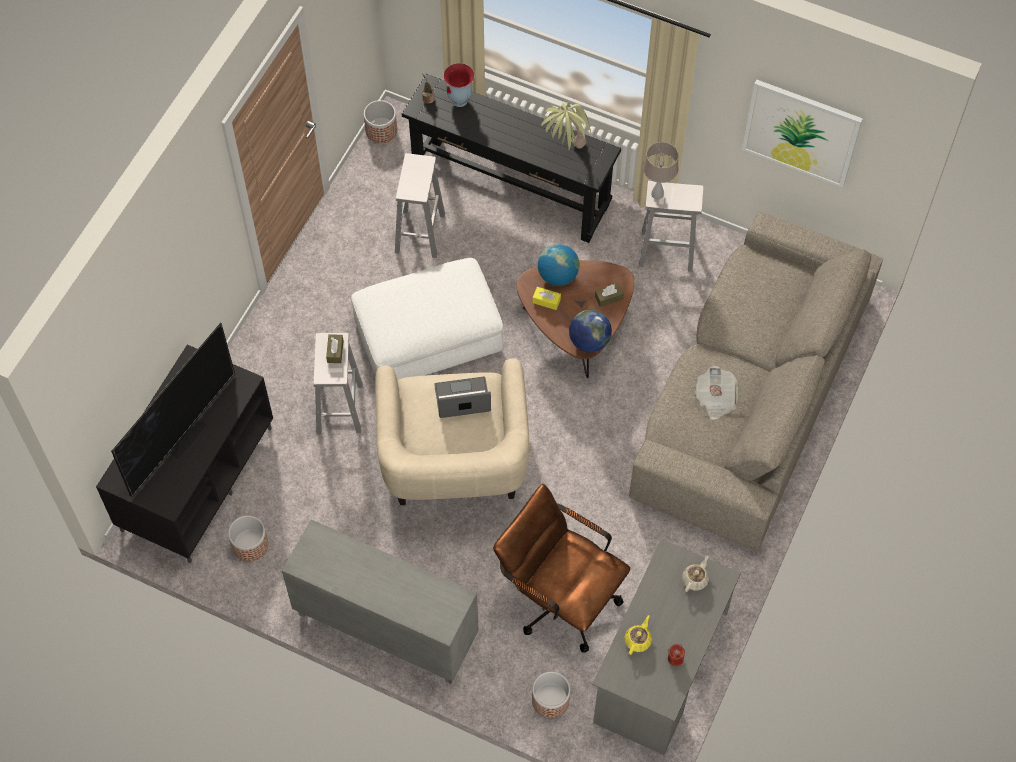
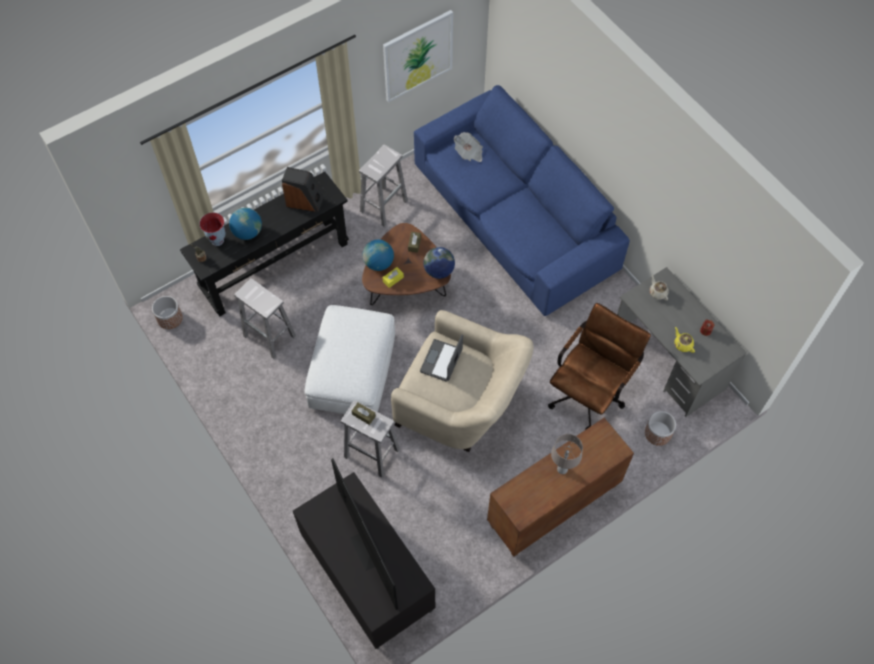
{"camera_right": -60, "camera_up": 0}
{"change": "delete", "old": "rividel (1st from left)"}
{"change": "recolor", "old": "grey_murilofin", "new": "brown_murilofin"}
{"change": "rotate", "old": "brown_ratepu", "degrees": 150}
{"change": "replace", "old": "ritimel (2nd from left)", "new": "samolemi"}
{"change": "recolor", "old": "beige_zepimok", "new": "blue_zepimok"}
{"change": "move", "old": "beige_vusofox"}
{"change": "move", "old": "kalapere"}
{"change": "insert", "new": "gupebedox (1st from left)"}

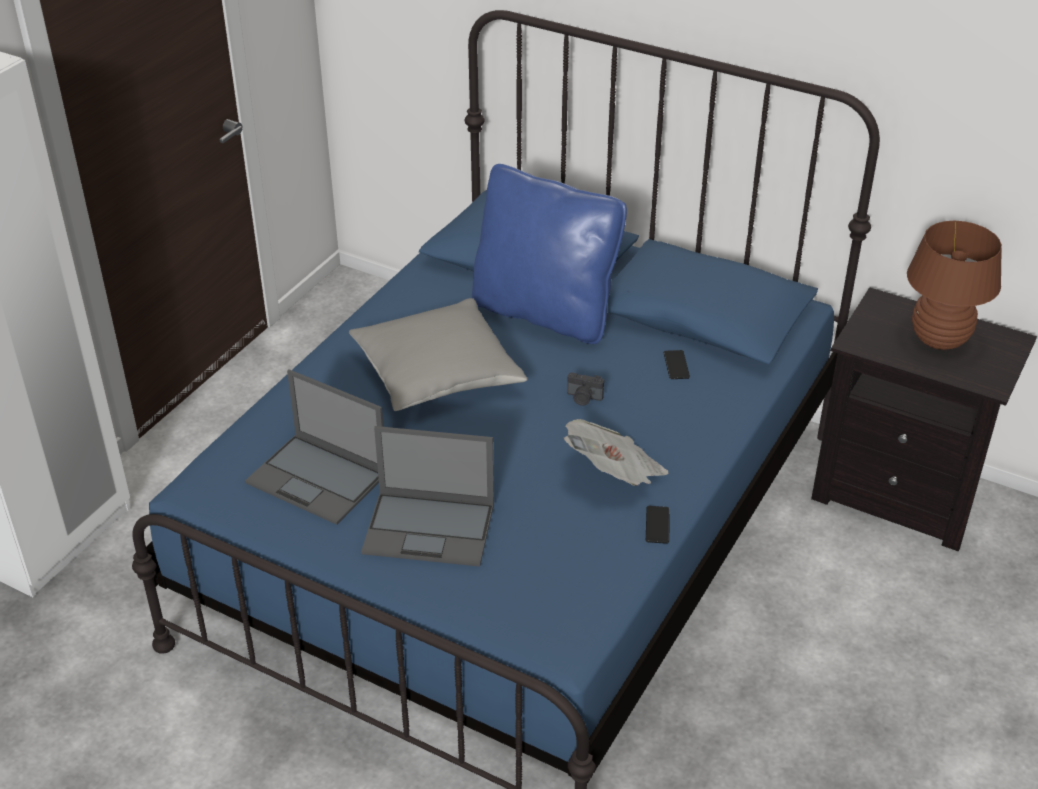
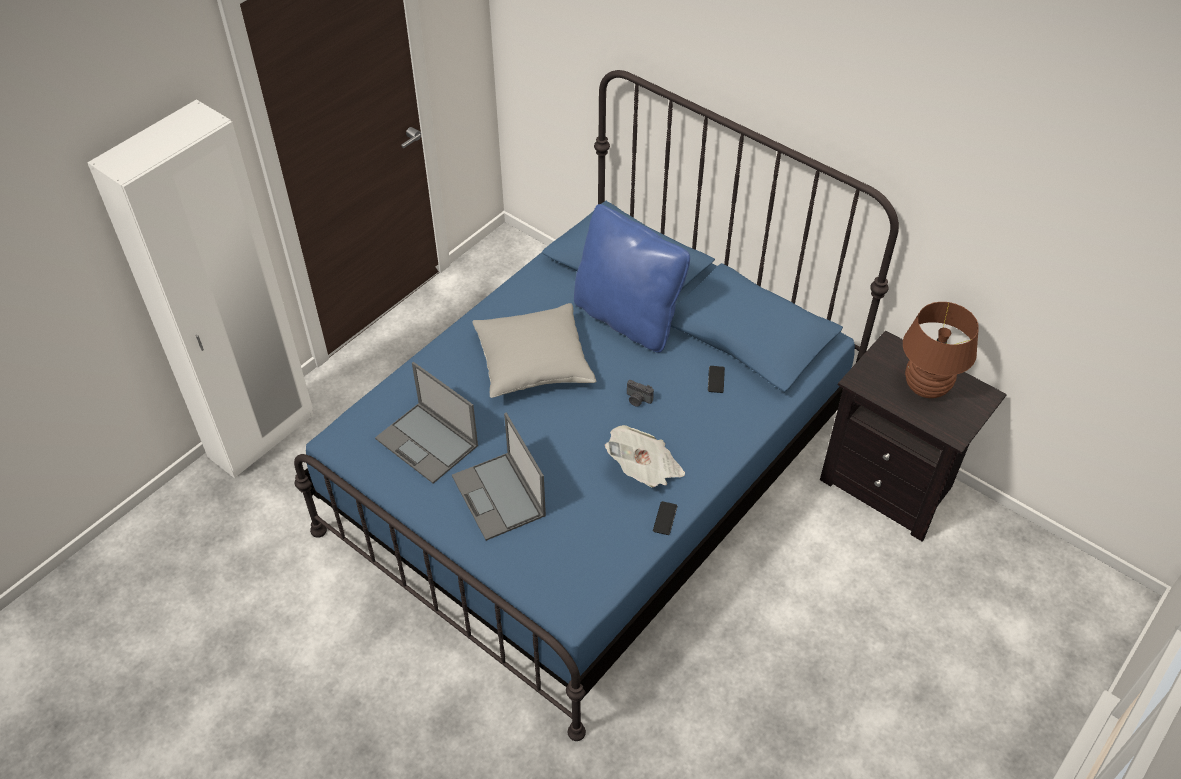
{"camera_right": 10, "camera_up": 10}
{"change": "rotate", "old": "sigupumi (2nd from left)", "degrees": 45}

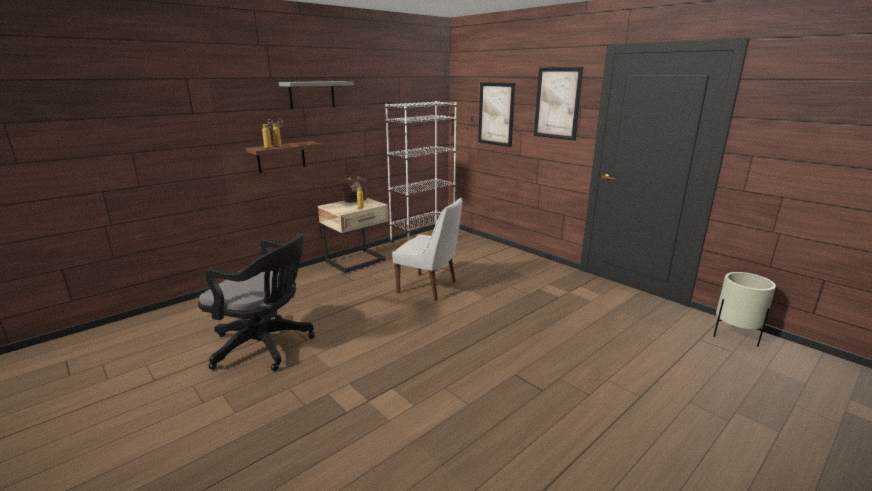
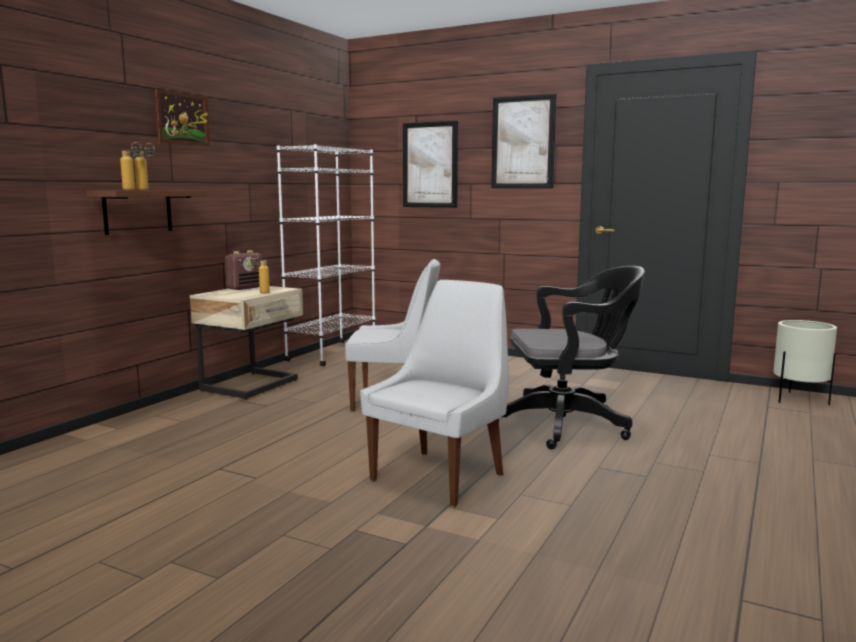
{"camera_right": -20, "camera_up": -10}
{"change": "move", "old": "black_ratepu"}
{"change": "replace", "old": "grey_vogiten", "new": "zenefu (1st from left)"}
{"change": "insert", "new": "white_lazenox (2nd from left)"}

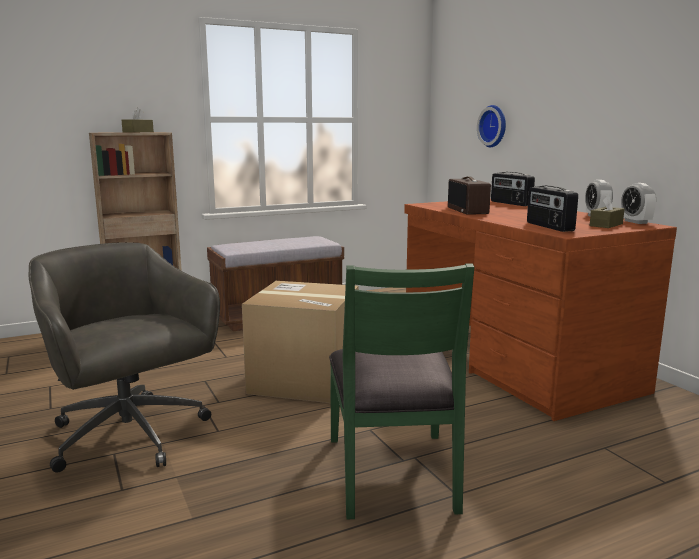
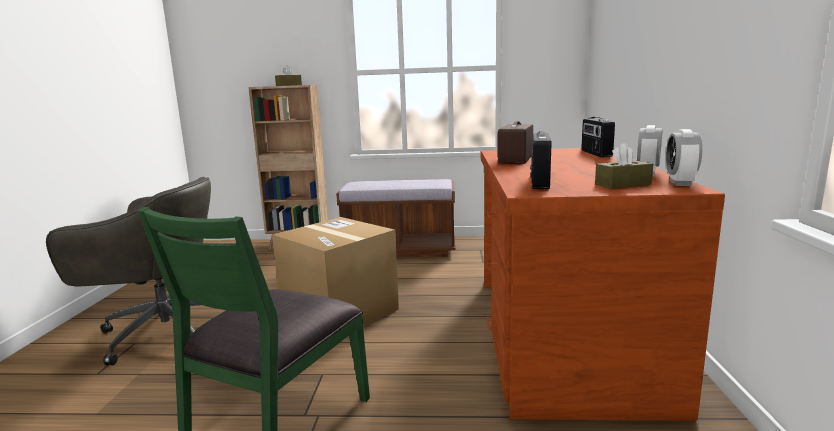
{"camera_right": 30, "camera_up": 0}
{"change": "rotate", "old": "grey_ratepu", "degrees": 105}
{"change": "delete", "old": "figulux"}

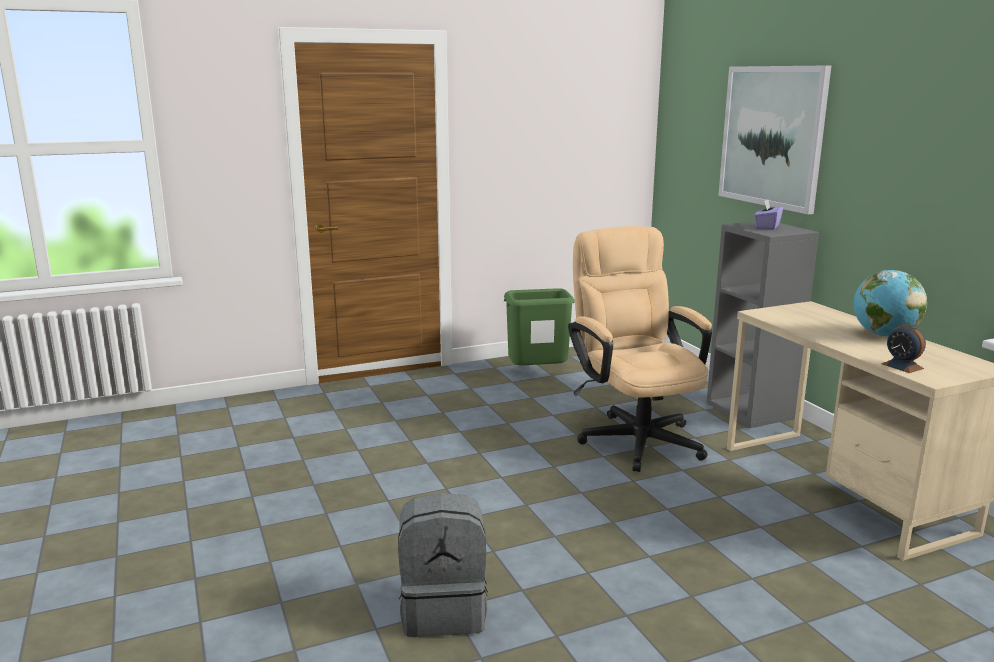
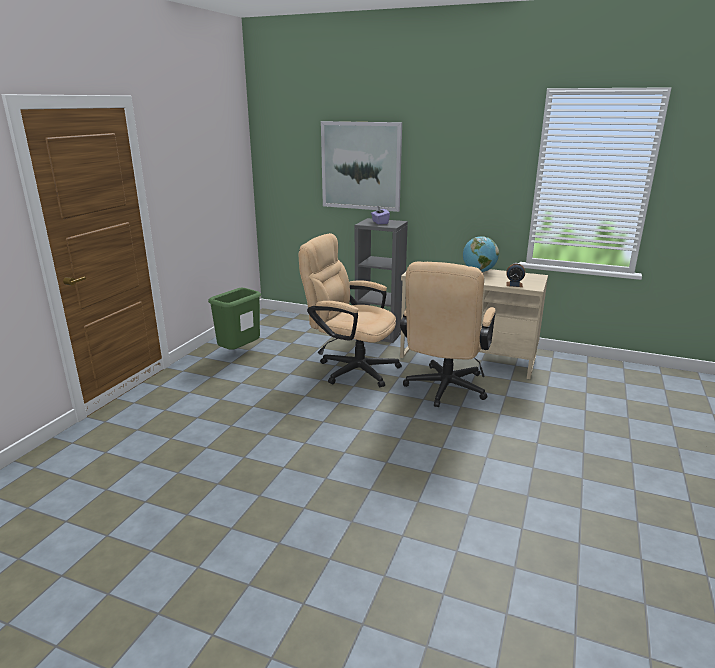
{"camera_right": -45, "camera_up": 5}
{"change": "delete", "old": "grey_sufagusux"}
{"change": "insert", "new": "beige_ratepu (2nd from left)"}

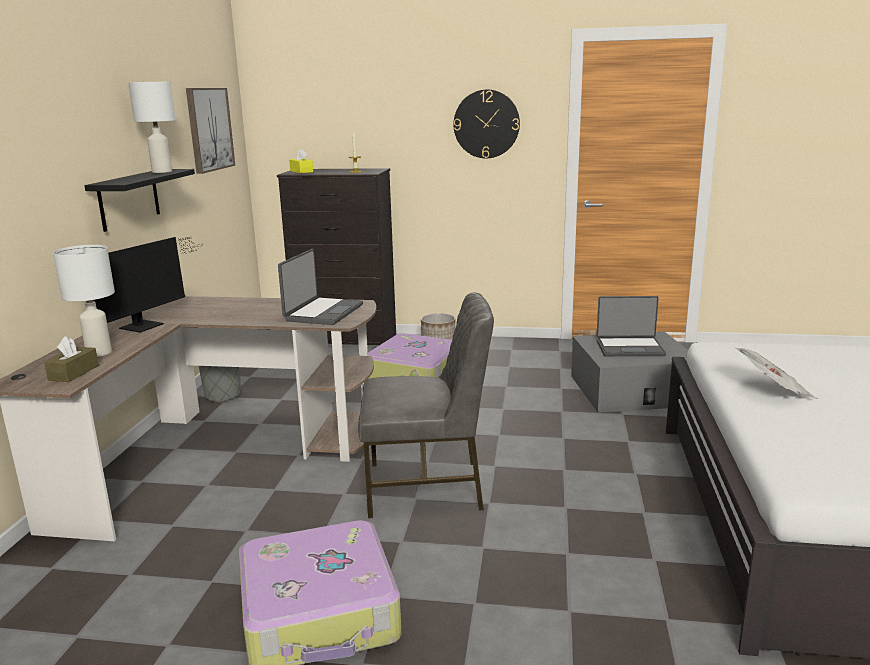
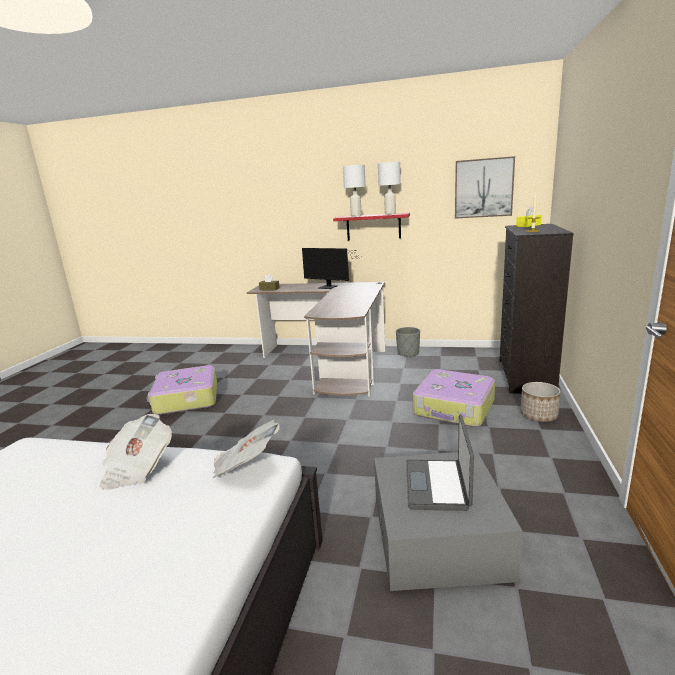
{"camera_right": 95, "camera_up": 0}
{"change": "move", "old": "white_vusofox (1st from left)"}
{"change": "recolor", "old": "black_vogiten", "new": "red_vogiten"}
{"change": "delete", "old": "sigupumi (1st from left)"}
{"change": "delete", "old": "grey_lazenox"}
{"change": "delete", "old": "figulux"}
{"change": "insert", "new": "kalapere (2nd from left)"}

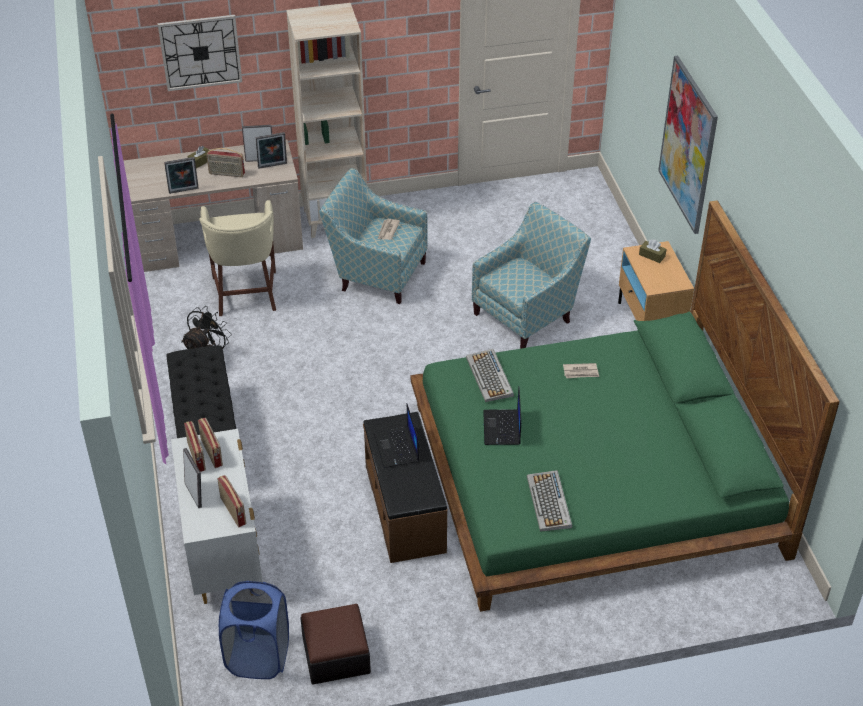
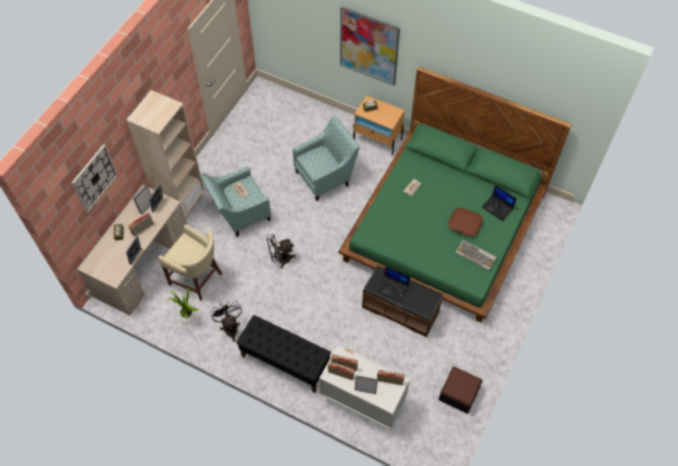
{"camera_right": -50, "camera_up": 15}
{"change": "delete", "old": "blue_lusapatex"}
{"change": "delete", "old": "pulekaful (1st from left)"}
{"change": "rotate", "old": "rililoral (2nd from left)", "degrees": 60}
{"change": "move", "old": "sigupumi (2nd from left)"}
{"change": "insert", "new": "ritimel"}
{"change": "insert", "new": "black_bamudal (2nd from left)"}
{"change": "insert", "new": "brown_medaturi"}

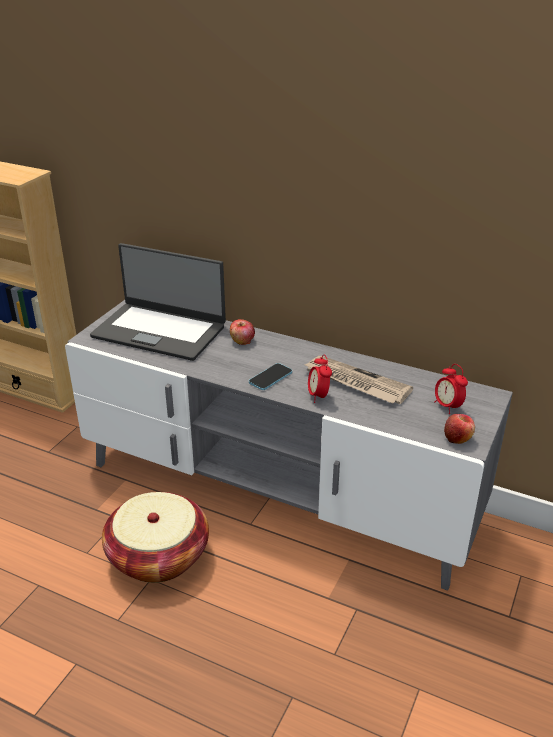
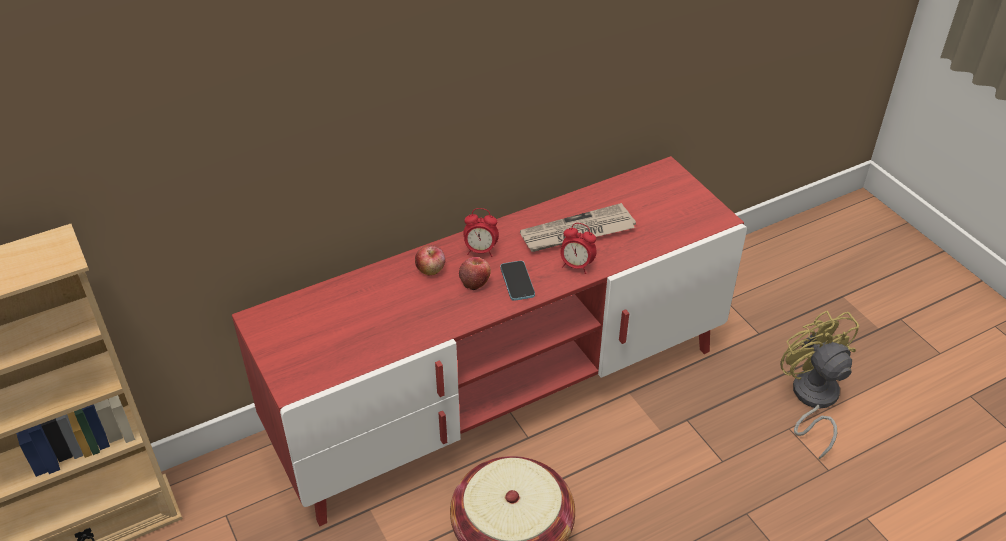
{"camera_right": -55, "camera_up": 10}
{"change": "recolor", "old": "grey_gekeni", "new": "red_gekeni"}
{"change": "delete", "old": "sigupumi"}
{"change": "move", "old": "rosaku (2nd from left in the first image)", "new": "rosaku (1st from left)"}
{"change": "move", "old": "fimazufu (2nd from left)"}
{"change": "insert", "new": "yellow_bamudal"}

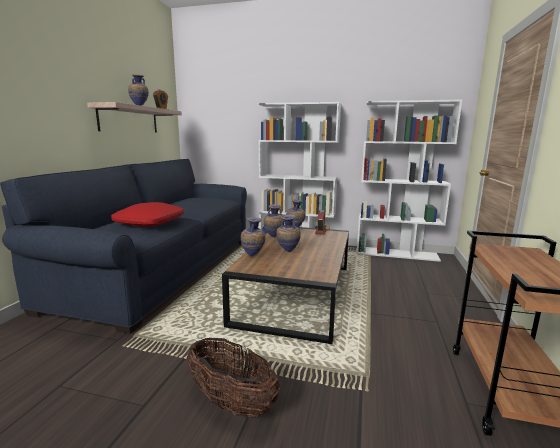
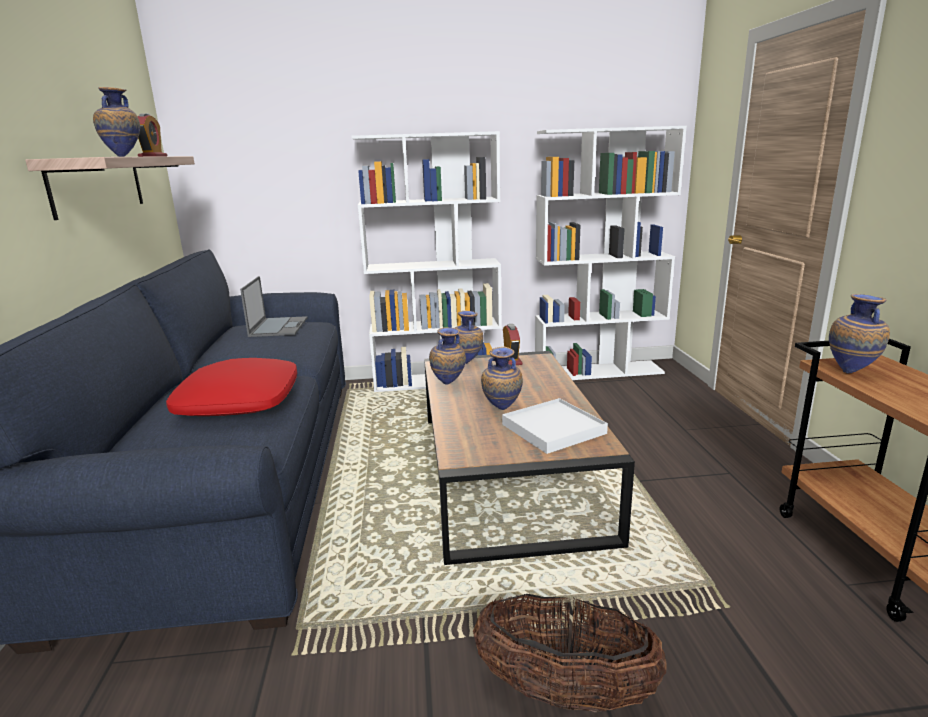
{"camera_right": -20, "camera_up": 5}
{"change": "move", "old": "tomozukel (2nd from left in the first image)", "new": "tomozukel (5th from left)"}
{"change": "insert", "new": "sigupumi"}
{"change": "insert", "new": "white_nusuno"}

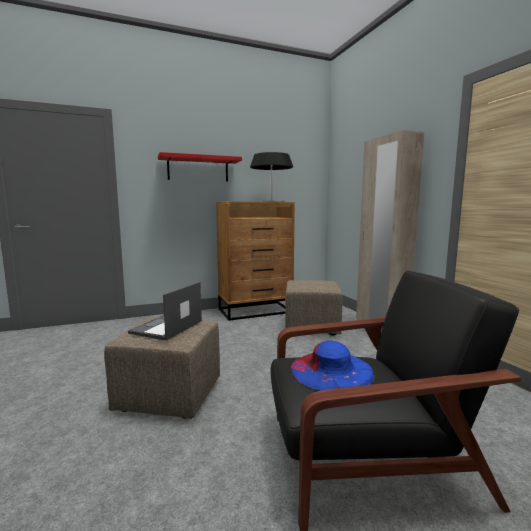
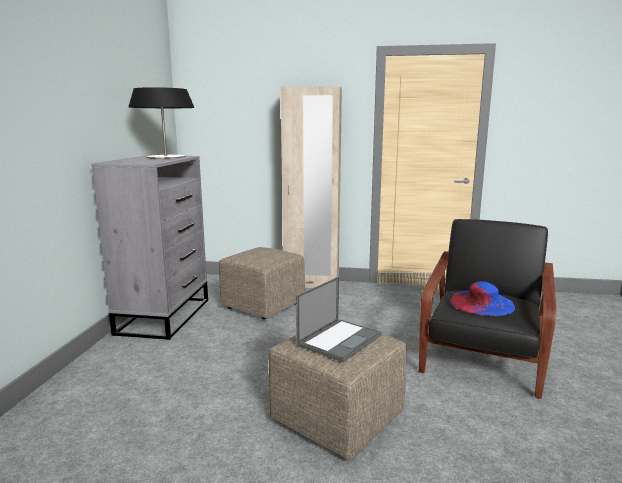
{"camera_right": -60, "camera_up": 5}
{"change": "rotate", "old": "sigupumi", "degrees": -105}
{"change": "delete", "old": "red_vogiten"}
{"change": "recolor", "old": "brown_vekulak", "new": "grey_vekulak"}

